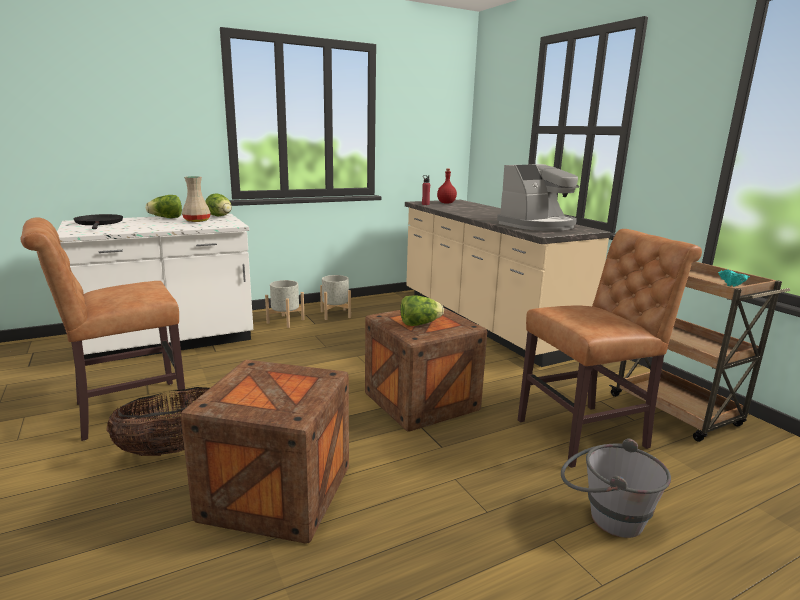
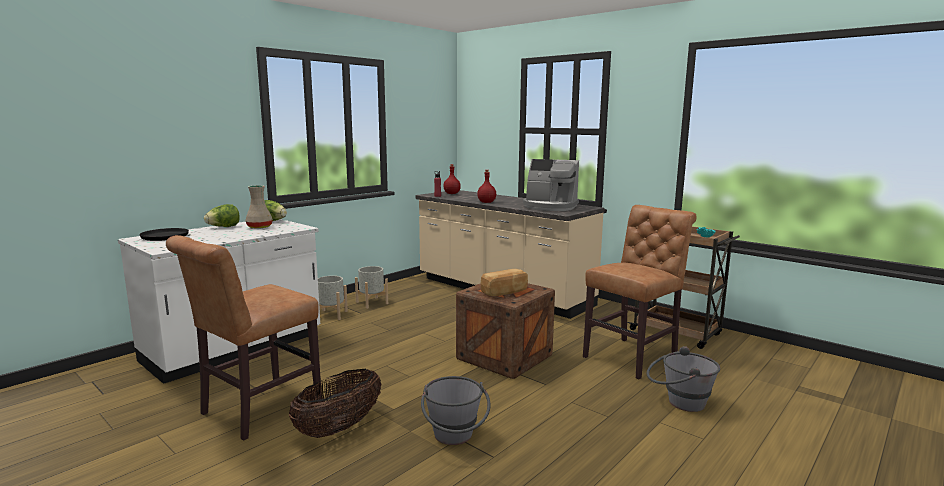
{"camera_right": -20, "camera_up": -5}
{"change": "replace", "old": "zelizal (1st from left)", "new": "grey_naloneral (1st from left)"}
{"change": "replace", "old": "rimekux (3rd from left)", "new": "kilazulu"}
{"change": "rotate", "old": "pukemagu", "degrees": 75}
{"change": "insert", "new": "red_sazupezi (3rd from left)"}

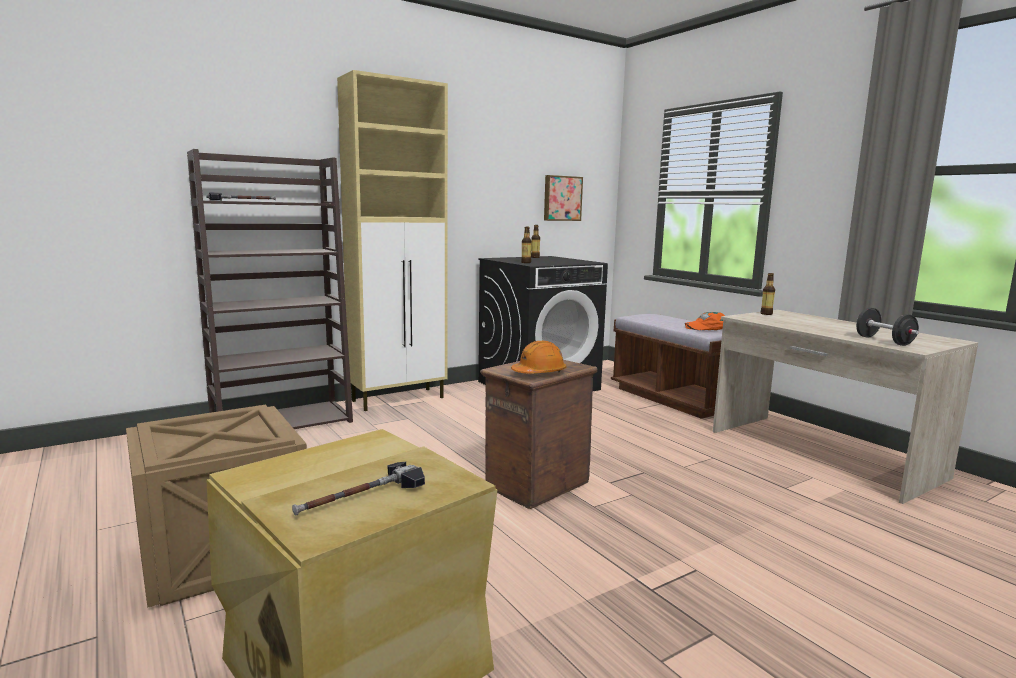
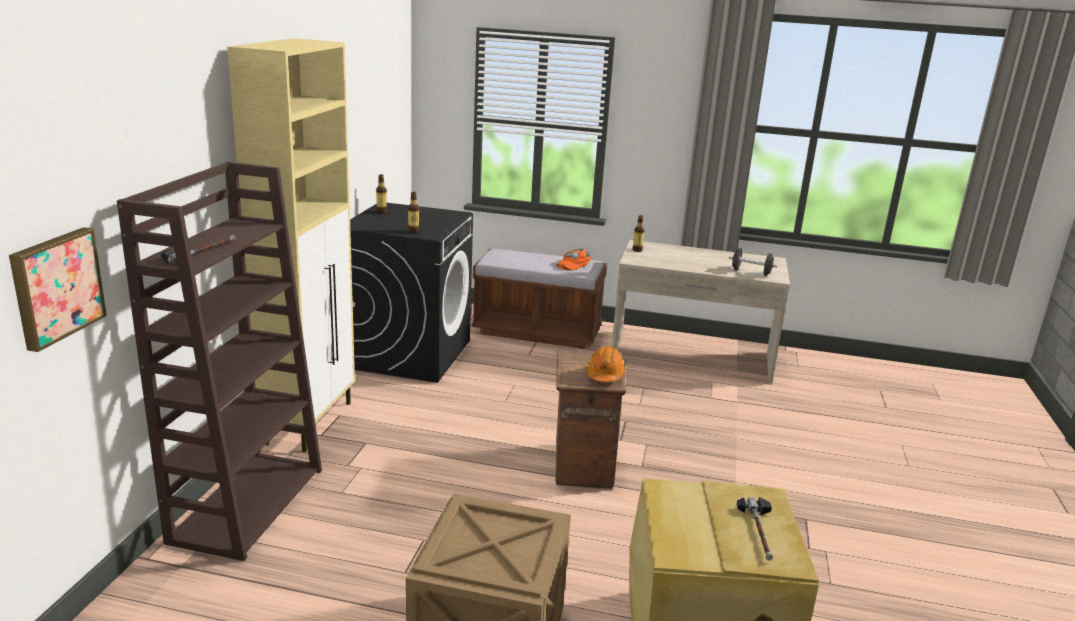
{"camera_right": -45, "camera_up": 10}
{"change": "move", "old": "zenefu"}

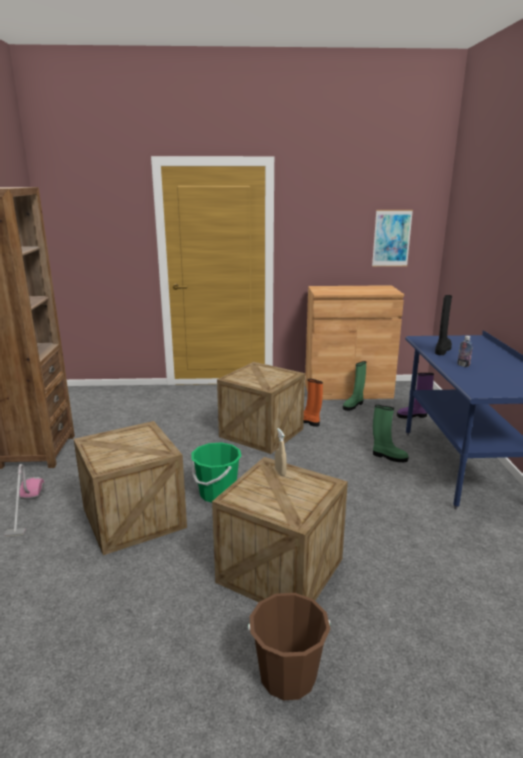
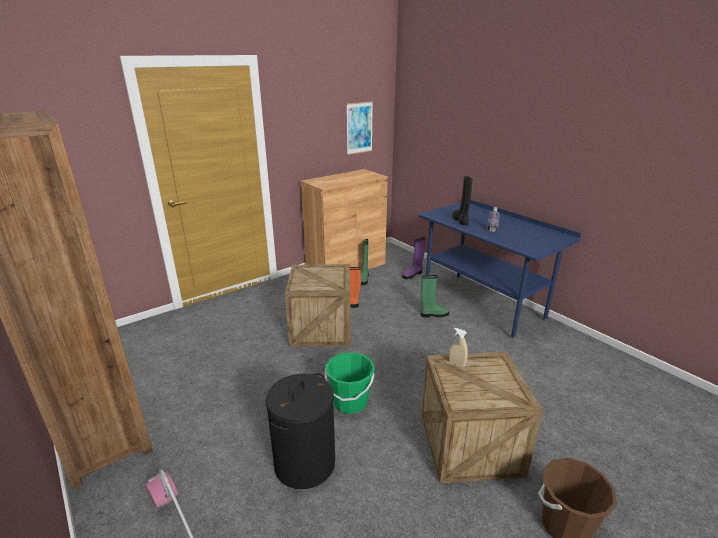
{"camera_right": -35, "camera_up": 5}
{"change": "replace", "old": "zelizal (1st from left)", "new": "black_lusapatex"}

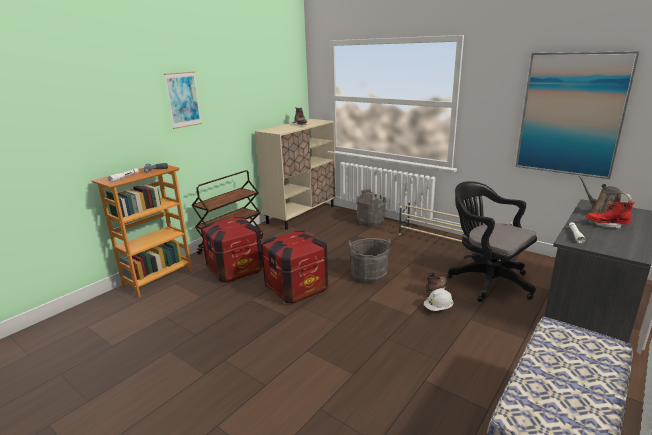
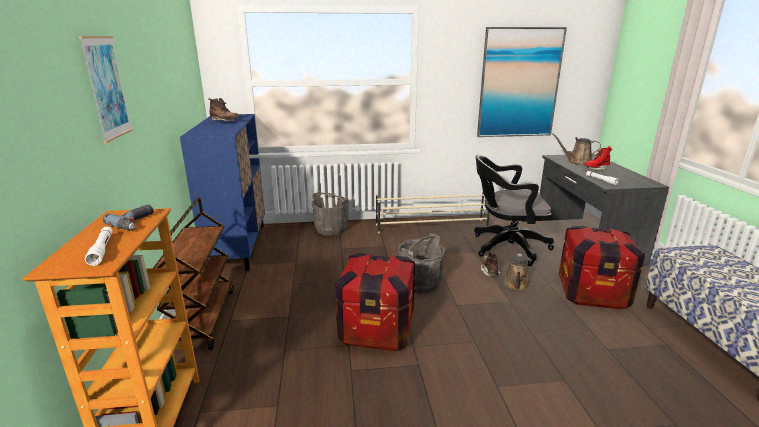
{"camera_right": -45, "camera_up": 0}
{"change": "move", "old": "zelizal (1st from left in the first image)", "new": "zelizal (2nd from left)"}
{"change": "recolor", "old": "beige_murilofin", "new": "blue_murilofin"}
{"change": "replace", "old": "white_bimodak", "new": "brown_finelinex (1st from left)"}

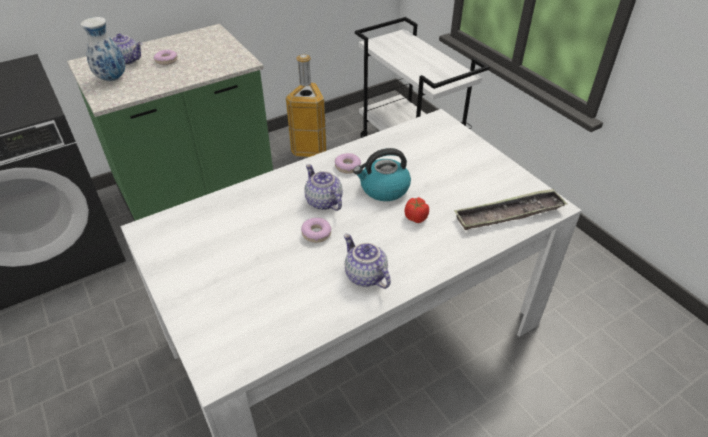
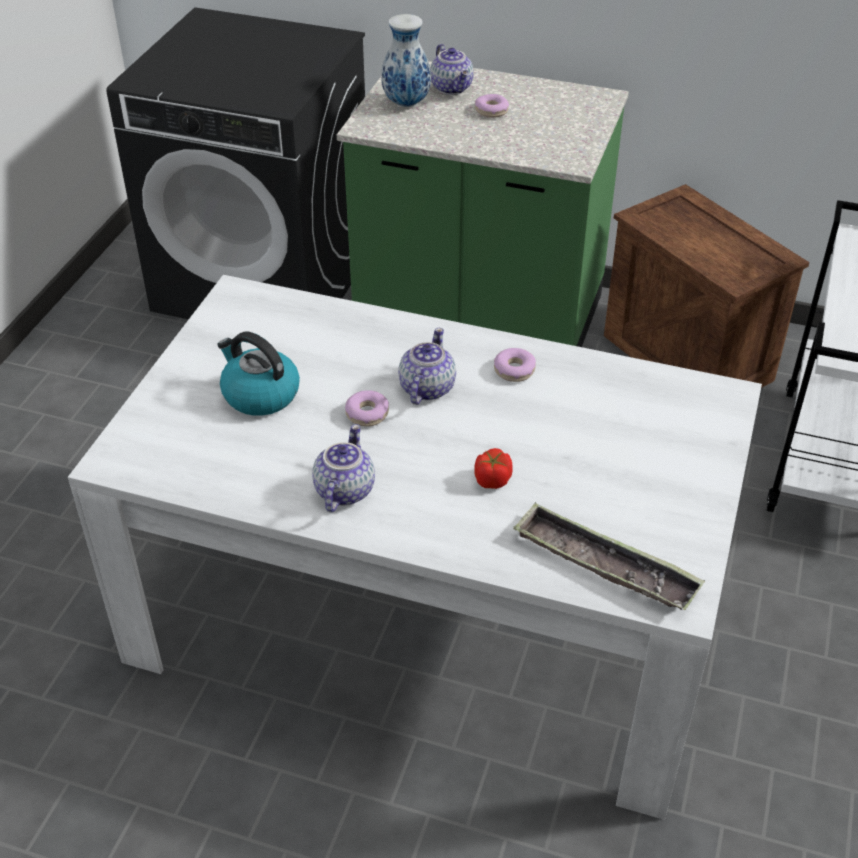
{"camera_right": 50, "camera_up": 0}
{"change": "replace", "old": "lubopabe", "new": "zelizal"}
{"change": "move", "old": "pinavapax"}

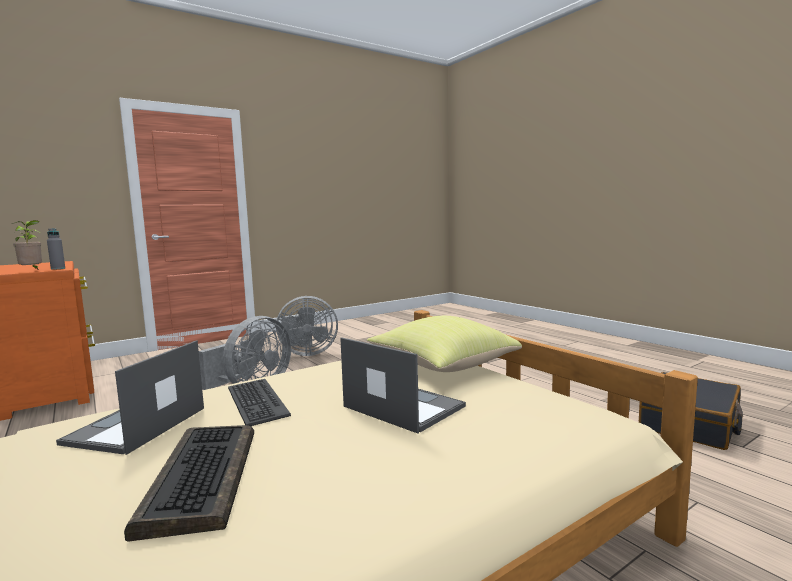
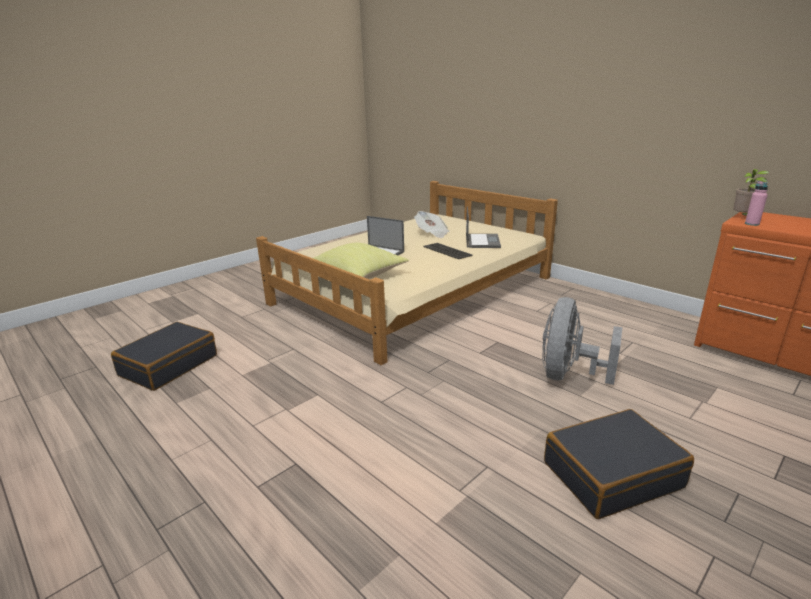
{"camera_right": 170, "camera_up": 15}
{"change": "recolor", "old": "grey_sazupezi", "new": "pink_sazupezi"}
{"change": "replace", "old": "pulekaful (1st from left)", "new": "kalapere"}
{"change": "replace", "old": "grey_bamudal (2nd from left)", "new": "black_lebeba (2nd from left)"}

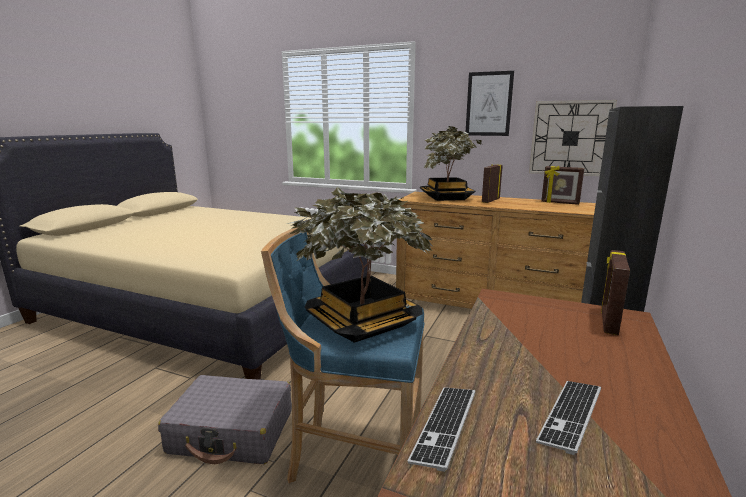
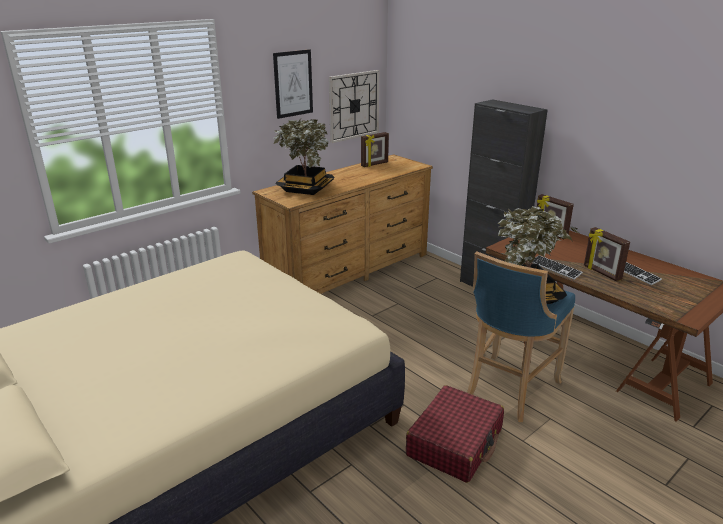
{"camera_right": -65, "camera_up": 10}
{"change": "recolor", "old": "grey_lebeba", "new": "red_lebeba"}
{"change": "move", "old": "pulekaful (1st from left)"}
{"change": "move", "old": "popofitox (1st from left in the first image)", "new": "popofitox (3rd from left)"}

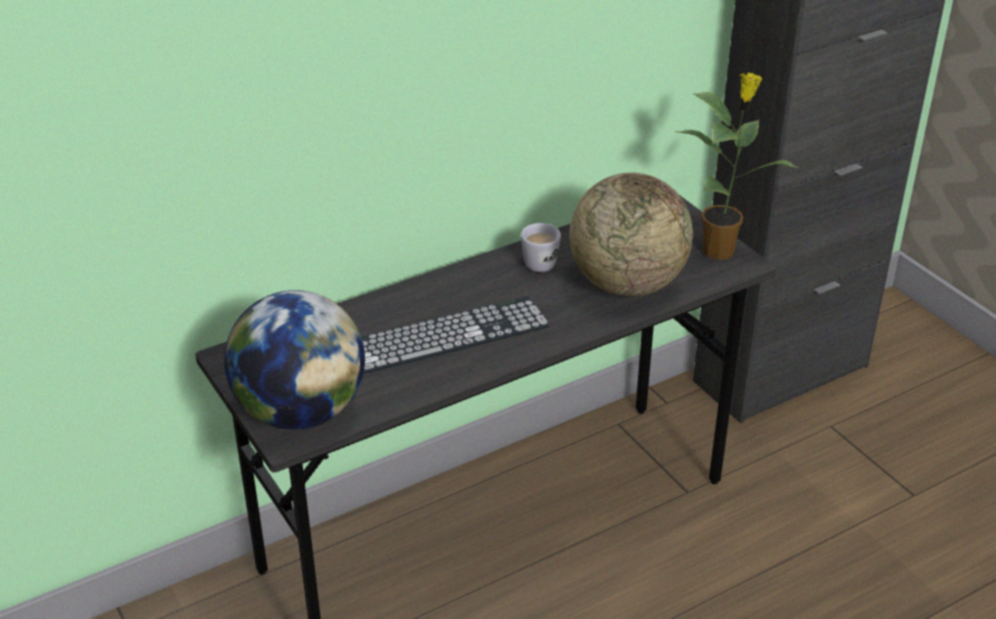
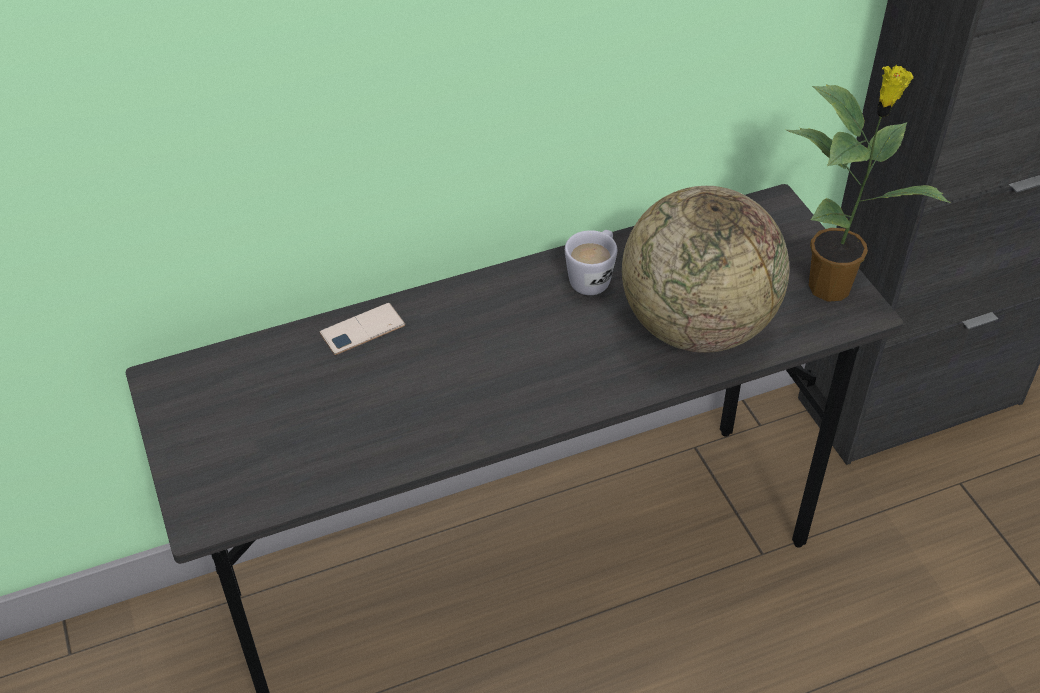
{"camera_right": 10, "camera_up": 10}
{"change": "delete", "old": "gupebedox (1st from left)"}
{"change": "delete", "old": "pulekaful"}
{"change": "insert", "new": "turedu"}

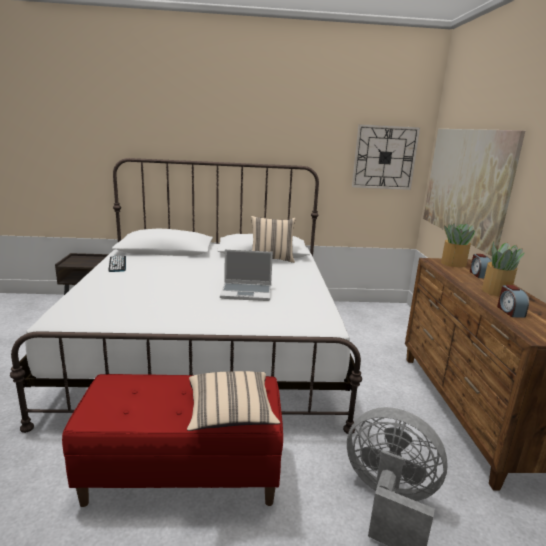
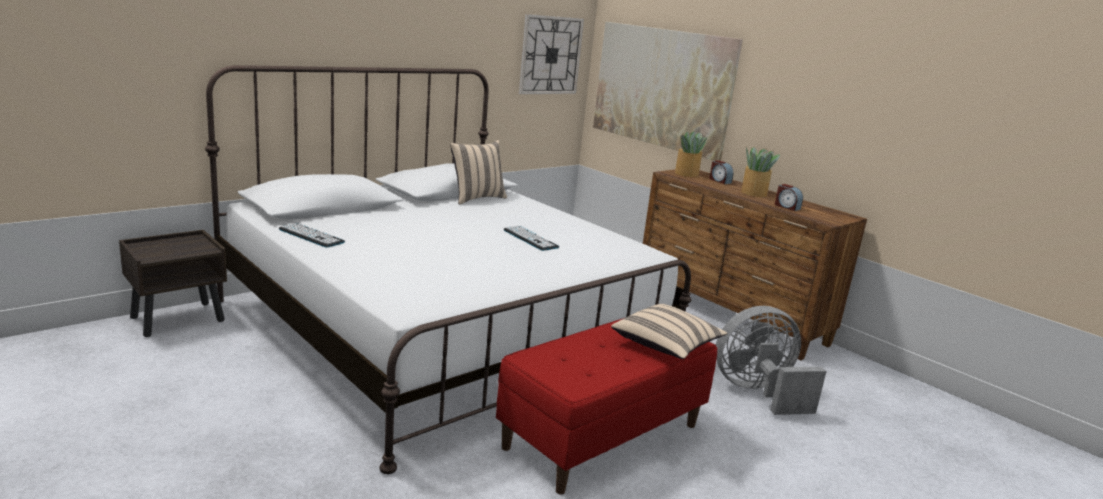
{"camera_right": -40, "camera_up": 0}
{"change": "replace", "old": "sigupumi", "new": "pulekaful (2nd from left)"}

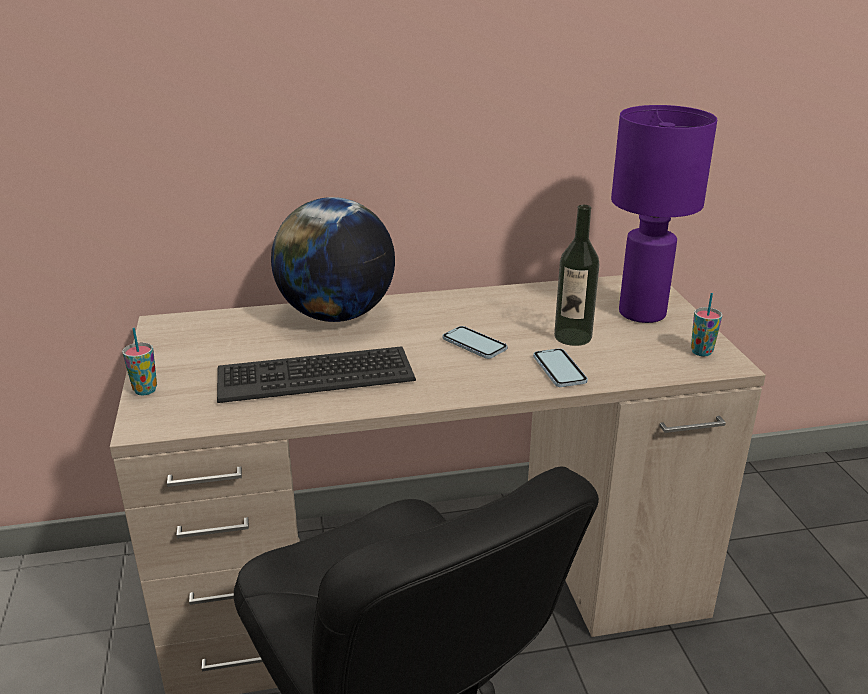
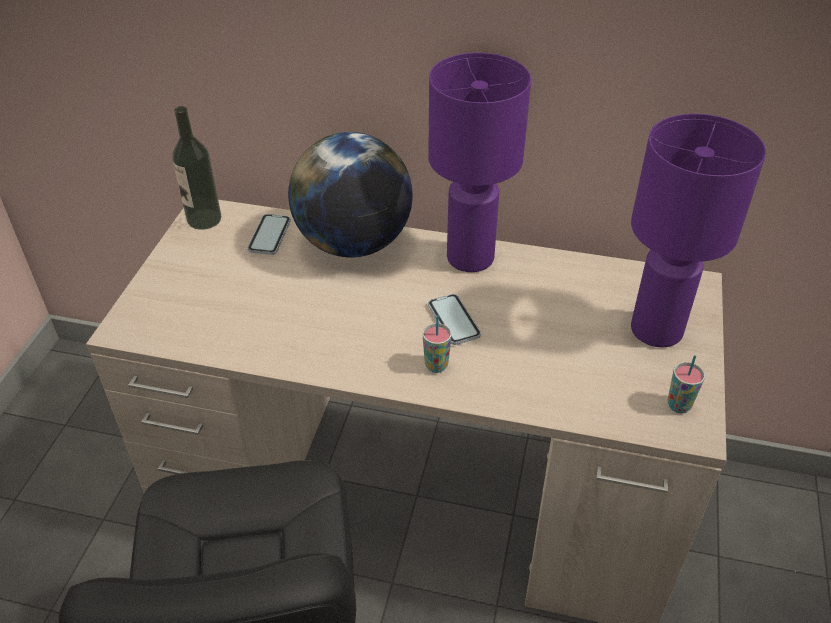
{"camera_right": 25, "camera_up": 15}
{"change": "move", "old": "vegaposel (1st from left)"}
{"change": "delete", "old": "pulekaful"}
{"change": "move", "old": "turedu (2nd from left in the first image)", "new": "turedu (1st from left)"}
{"change": "move", "old": "sazupezi"}
{"change": "insert", "new": "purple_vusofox (1st from left)"}

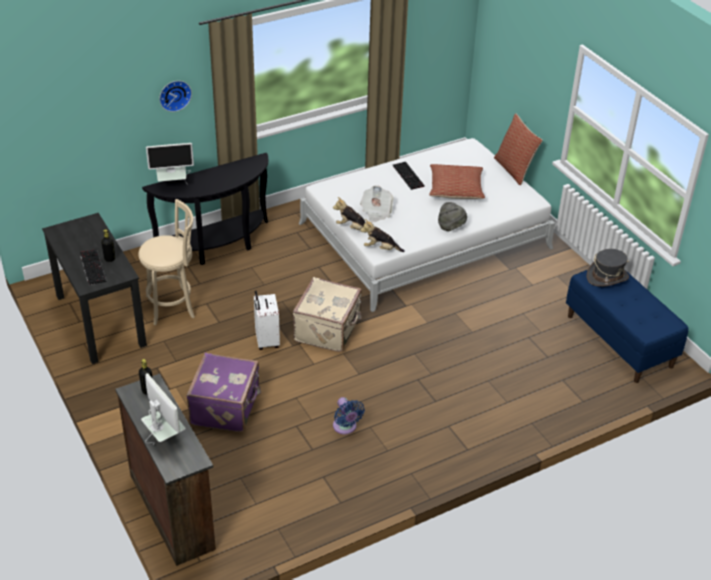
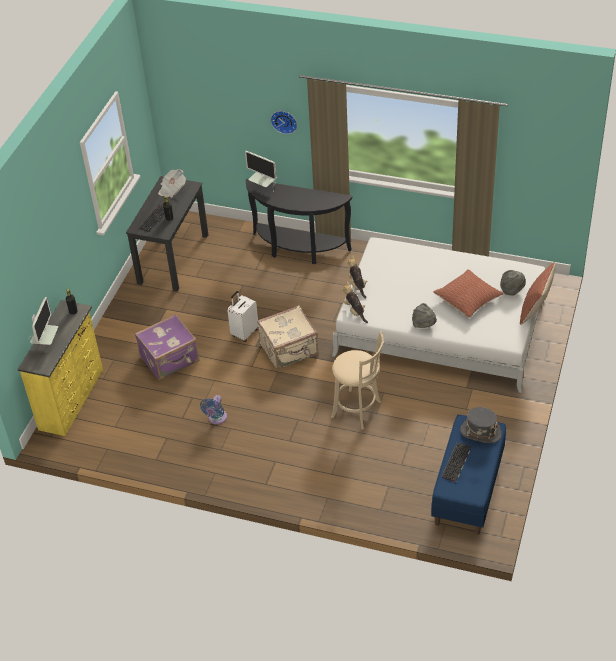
{"camera_right": 50, "camera_up": 5}
{"change": "recolor", "old": "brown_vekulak", "new": "yellow_vekulak"}
{"change": "move", "old": "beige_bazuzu"}
{"change": "move", "old": "kalapere"}
{"change": "move", "old": "pulekaful (2nd from left)"}
{"change": "insert", "new": "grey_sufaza (3rd from left)"}

